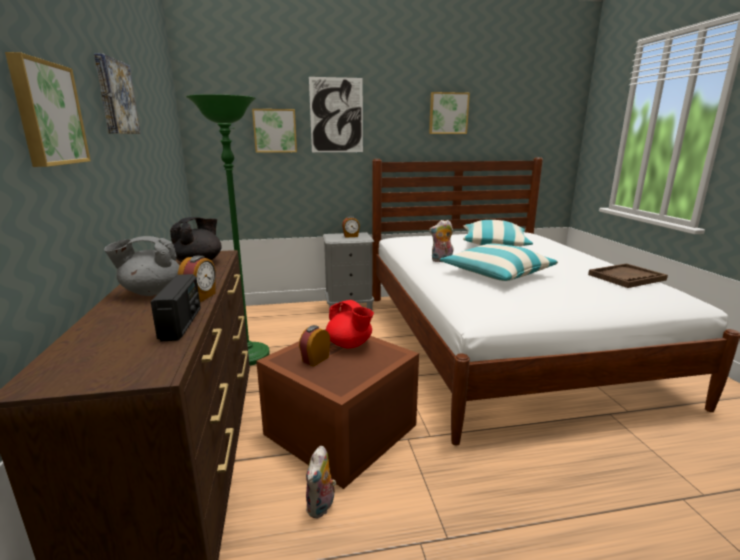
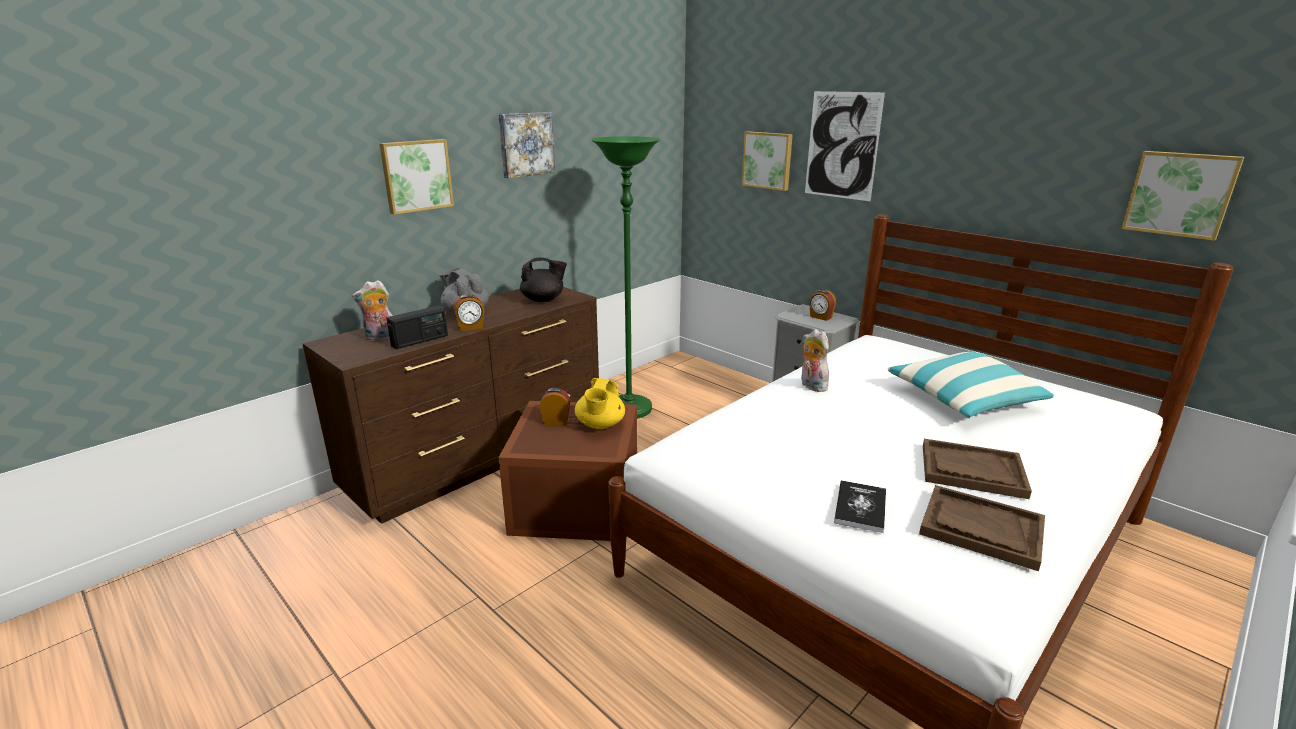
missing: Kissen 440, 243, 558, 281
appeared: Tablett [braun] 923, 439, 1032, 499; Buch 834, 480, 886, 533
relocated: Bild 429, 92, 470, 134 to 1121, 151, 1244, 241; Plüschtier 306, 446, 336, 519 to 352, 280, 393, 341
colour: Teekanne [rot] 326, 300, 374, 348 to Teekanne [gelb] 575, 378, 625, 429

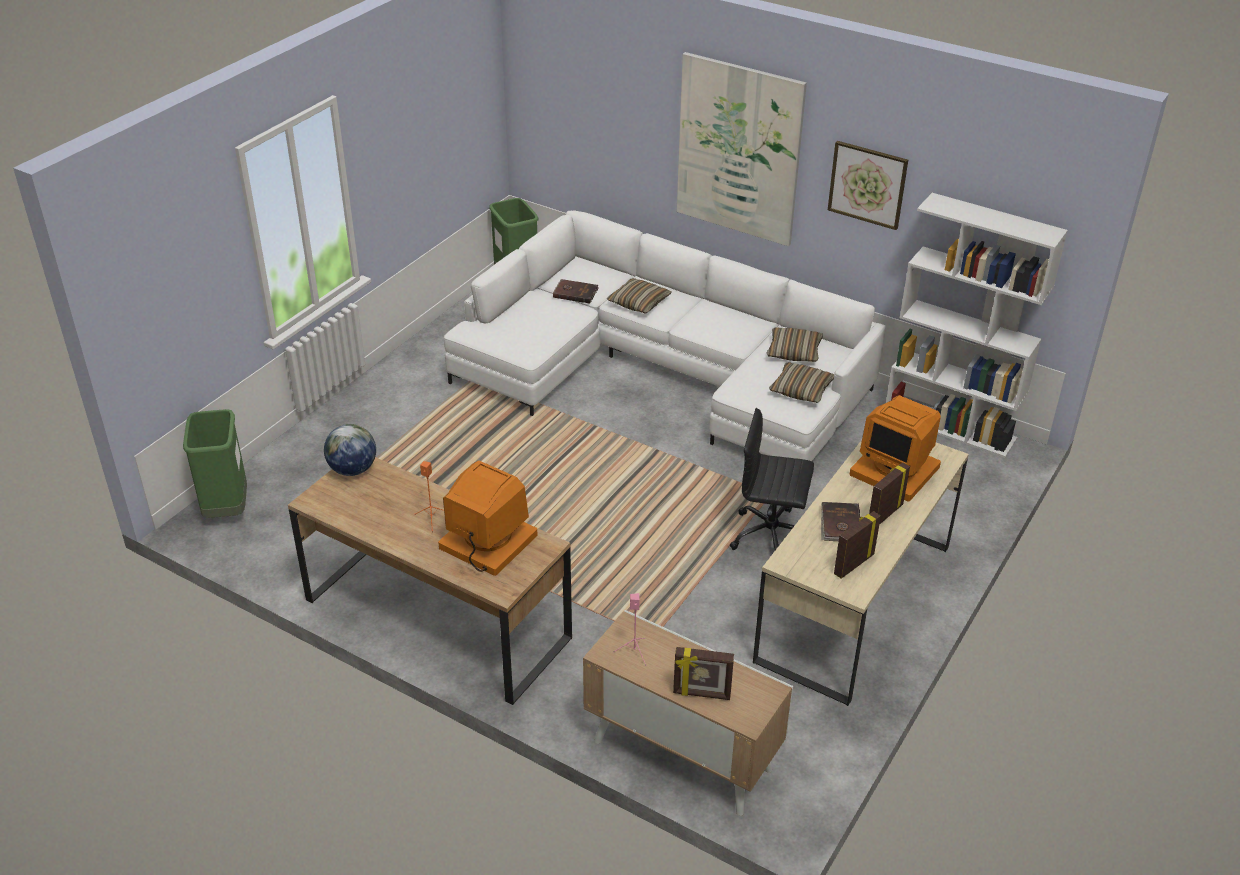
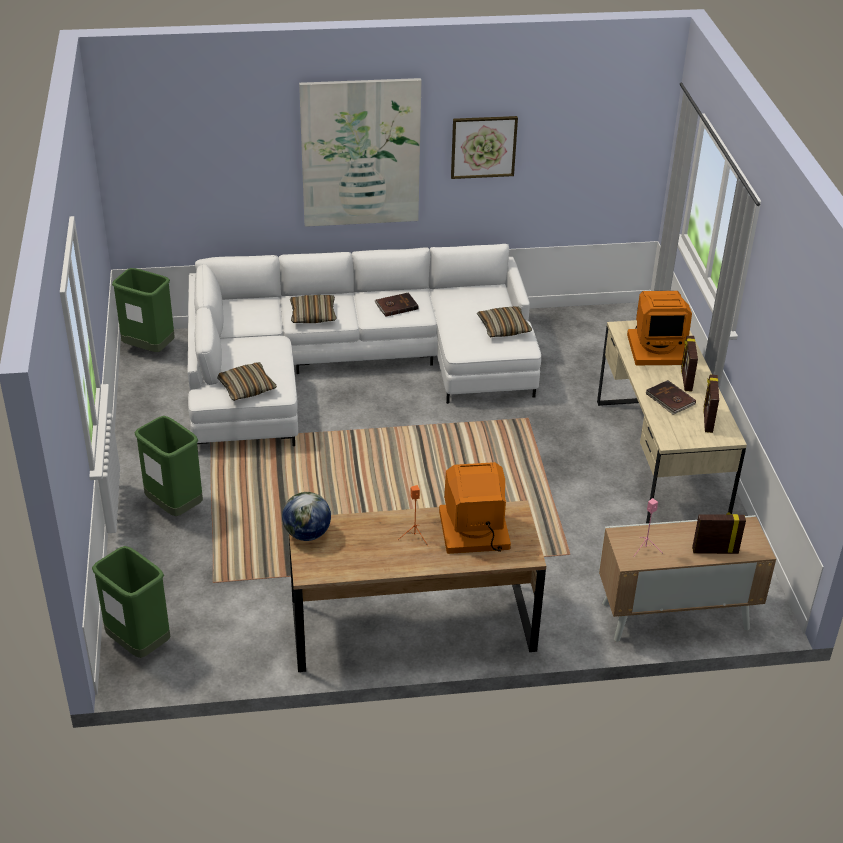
missing: Bücherregal [weiß] 886, 193, 1068, 458; Bürostuhl [schwarz] 730, 408, 814, 551
appeared: Mülleimer [grün] 134, 416, 203, 516
relocated: Buch [braun] 553, 279, 598, 303 to 375, 292, 419, 317; Kissen 767, 327, 823, 362 to 217, 362, 277, 401
spun: Bilderrahmen 673, 647, 734, 700 = 692, 512, 746, 554 150 degrees counterclockwise

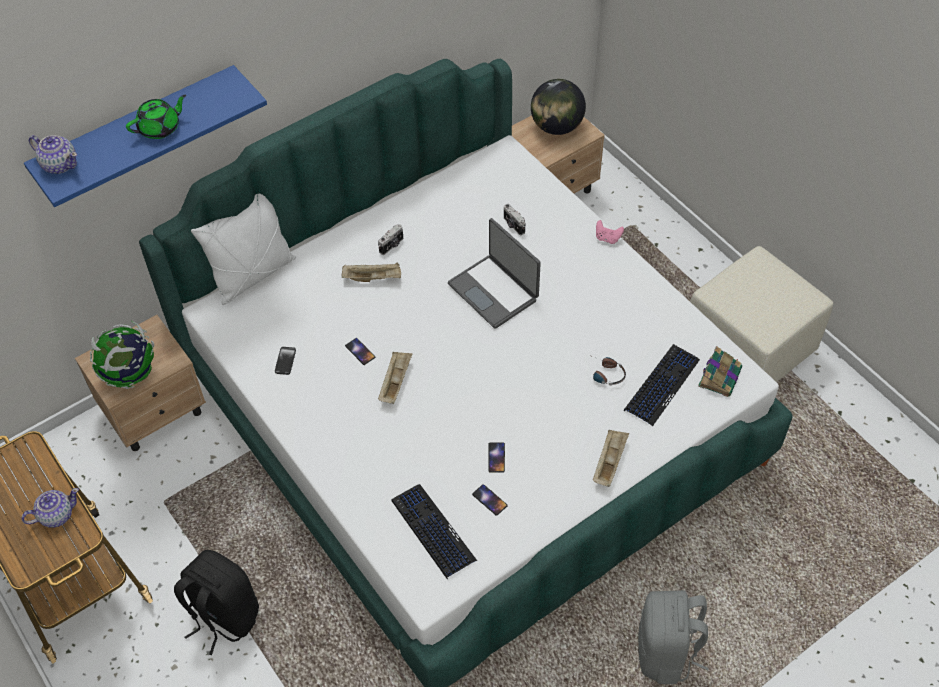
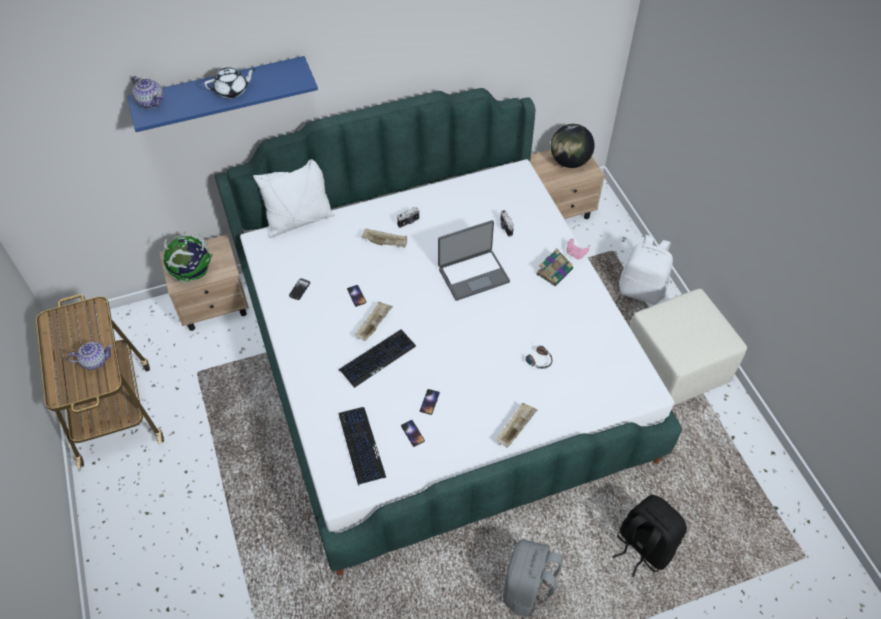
appeared: Rucksack [weiß] 619, 235, 673, 304
relocated: Tastatur 624, 344, 700, 427 to 339, 329, 416, 388; Buch 698, 346, 742, 397 to 536, 249, 573, 286; Rucksack [schwarz] 174, 550, 259, 655 to 612, 495, 687, 577
colour: Teekanne [grün] 126, 95, 186, 139 to Teekanne [weiß] 204, 67, 255, 98
spun: Laptop 448, 218, 541, 329 = 438, 220, 510, 301 90 degrees counterclockwise

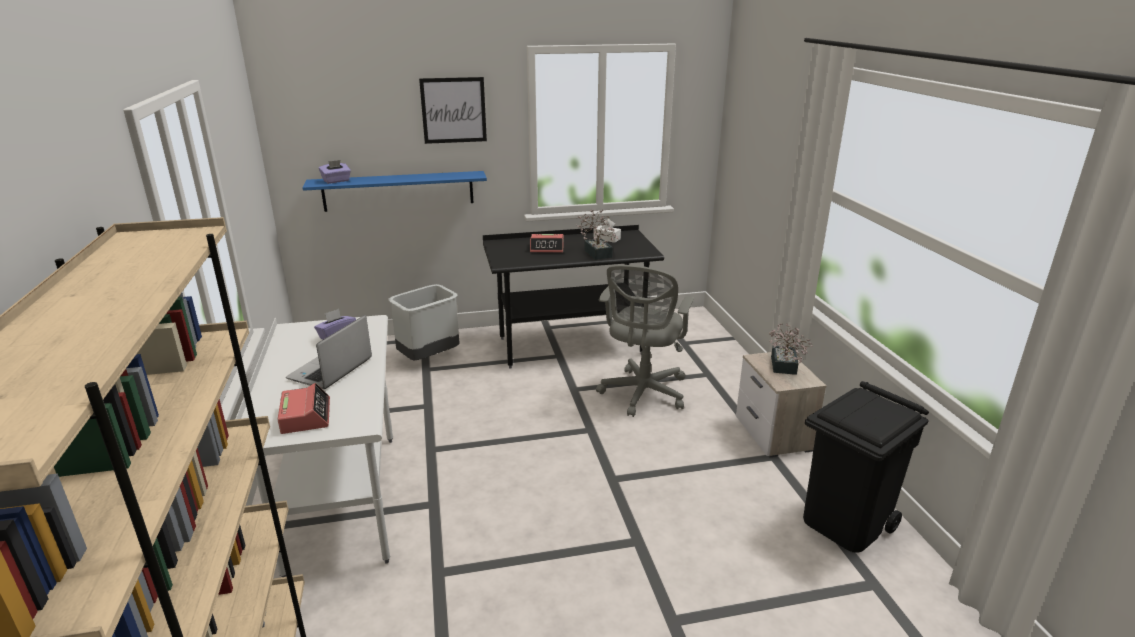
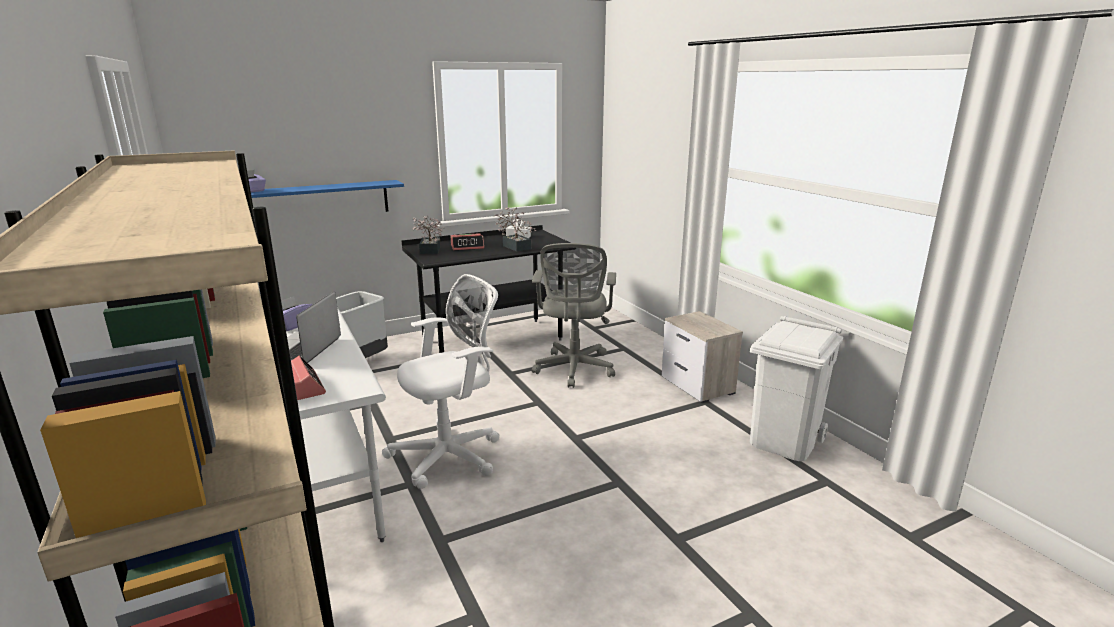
missing: Bild 419, 77, 487, 144
appeared: Bürostuhl [weiß] 382, 274, 499, 489
relocated: Topfpflanze 769, 323, 813, 375 to 412, 216, 445, 254
colour: Mülleimer [schwarz] 803, 381, 929, 553 to Mülleimer [weiß] 750, 316, 843, 461

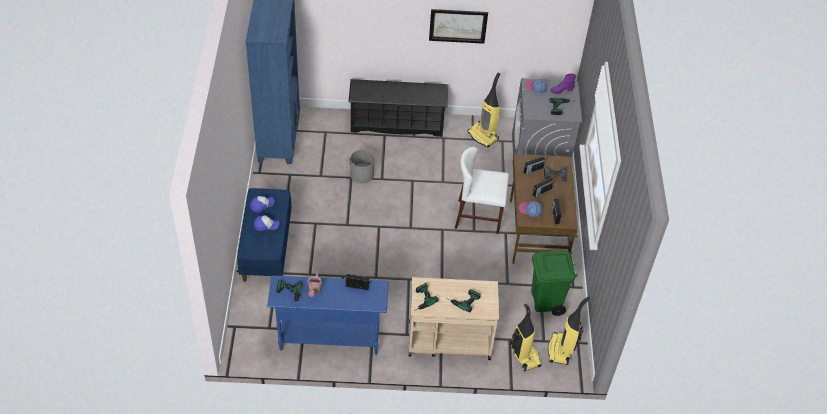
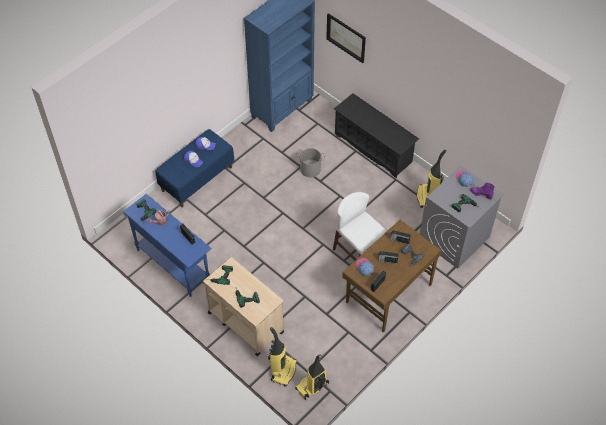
missing: Mülleimer [grün] 531, 250, 578, 316
relocated: Bild 429, 9, 488, 44 to 326, 13, 366, 63

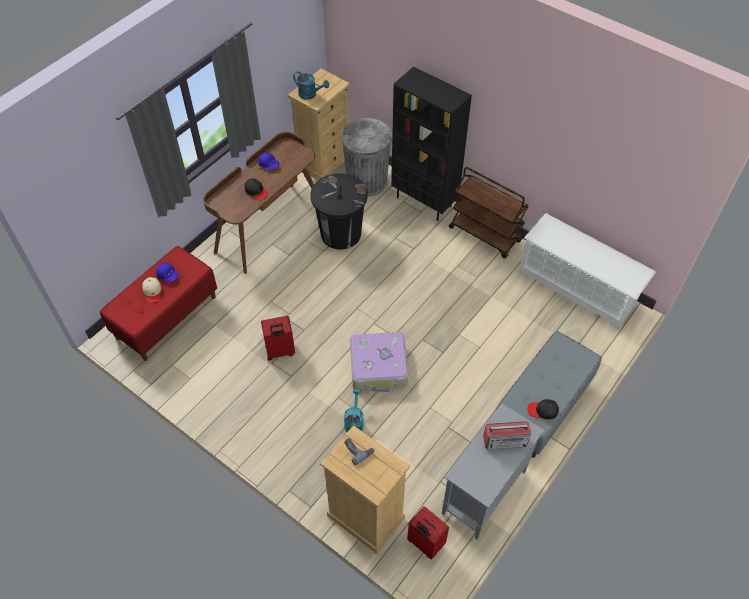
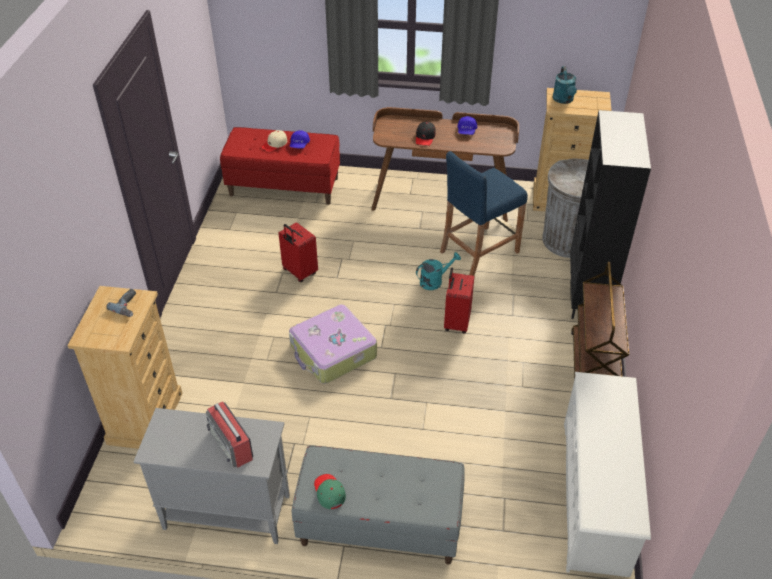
relocated: Gießkanne [türkis] 344, 389, 364, 432 to 416, 252, 461, 290; Koffer [rot] 407, 506, 449, 559 to 444, 268, 474, 334
exchanged: Mülleimer [schwarz] 310, 173, 368, 249 to Hocker [blau] 440, 151, 528, 276
colour: Kappe [schwarz] 528, 399, 559, 420 to Kappe [grün] 314, 474, 346, 509

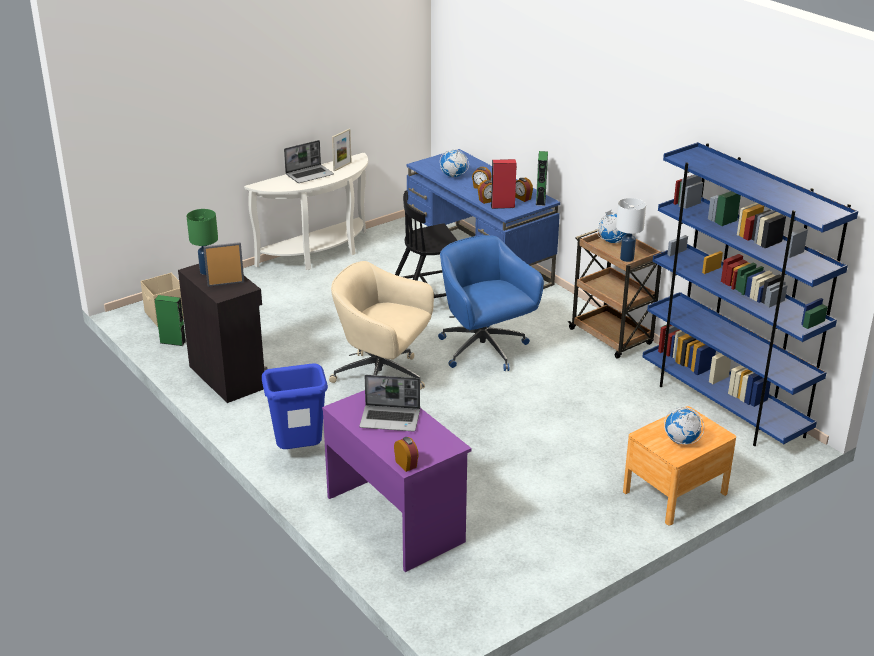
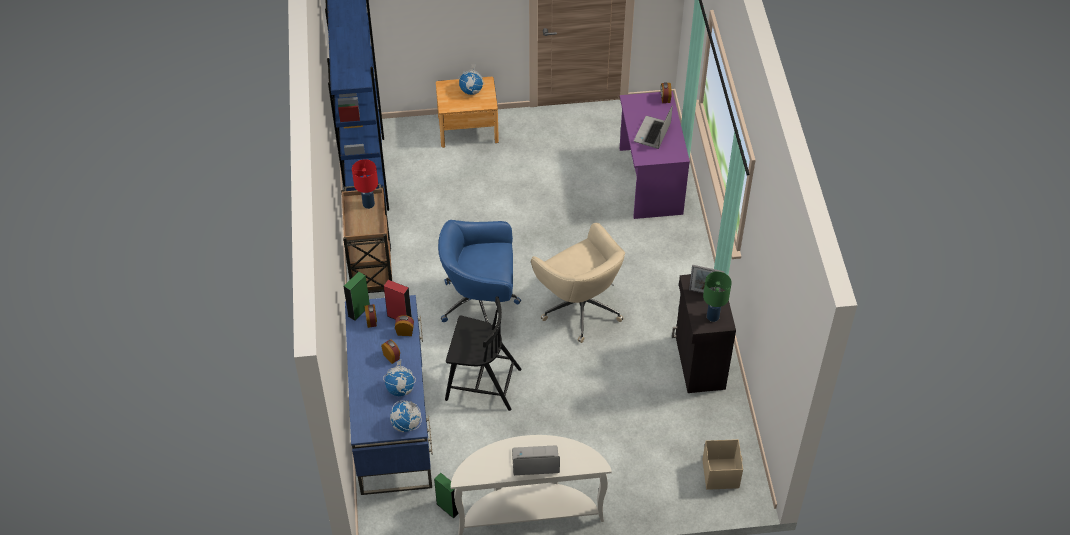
missing: Bilderrahmen 332, 129, 352, 171; Mülleimer [blau] 262, 363, 328, 449
relocated: Globus 597, 210, 627, 243 to 390, 401, 422, 432; Lautsprecher [grün] 155, 295, 186, 346 to 434, 473, 459, 519
colour: Tischlampe [weiß] 616, 198, 646, 262 to Tischlampe [rot] 352, 159, 378, 209
spun: Bürostuhl [blau] 438, 235, 544, 371 = 438, 220, 521, 323 90 degrees clockwise; Laptop 359, 375, 420, 431 = 634, 105, 673, 149 105 degrees counterclockwise

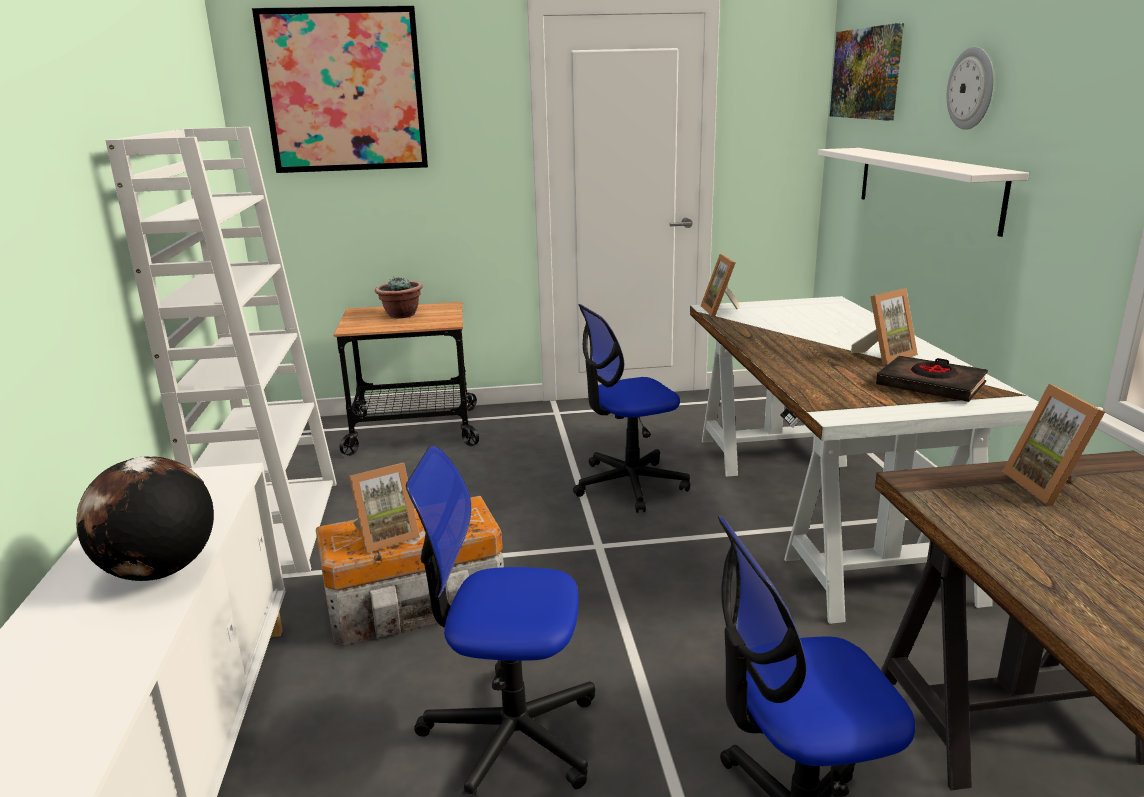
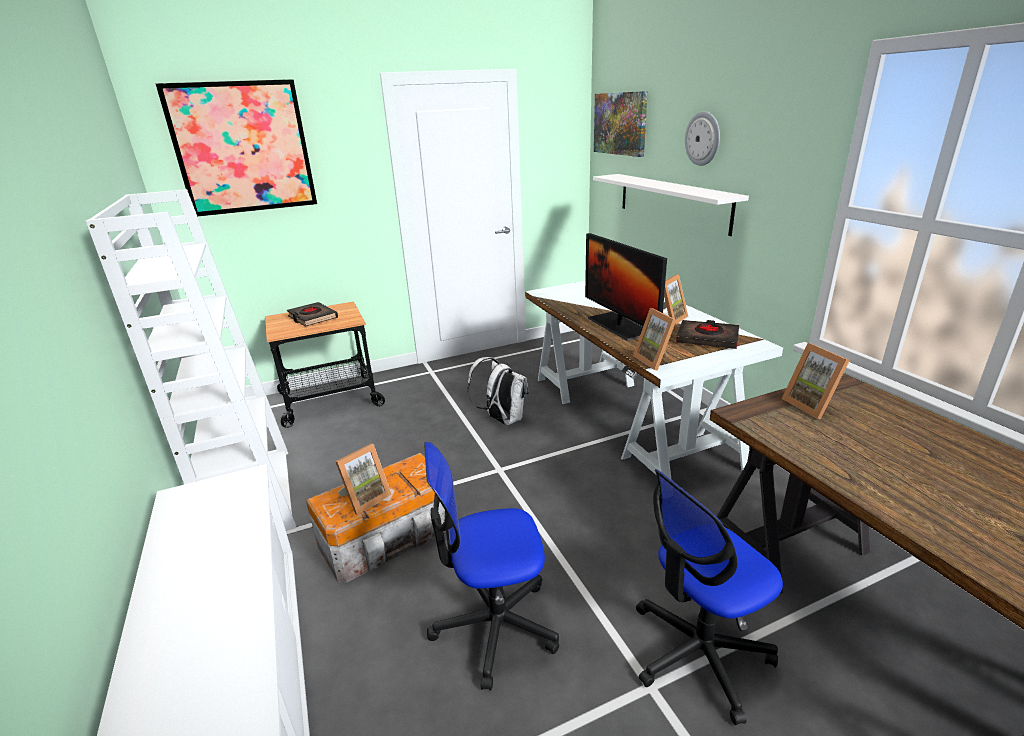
missing: Globus 76, 456, 214, 581
appeared: Monitor 585, 233, 667, 341
relocated: Bilderrahmen 701, 254, 740, 317 to 633, 308, 676, 370
exchanged: Topfpflanze 375, 277, 423, 318 to Buch [schwarz] 287, 302, 338, 327; Bürostuhl 573, 304, 690, 513 to Rucksack [weiß] 467, 357, 529, 425

